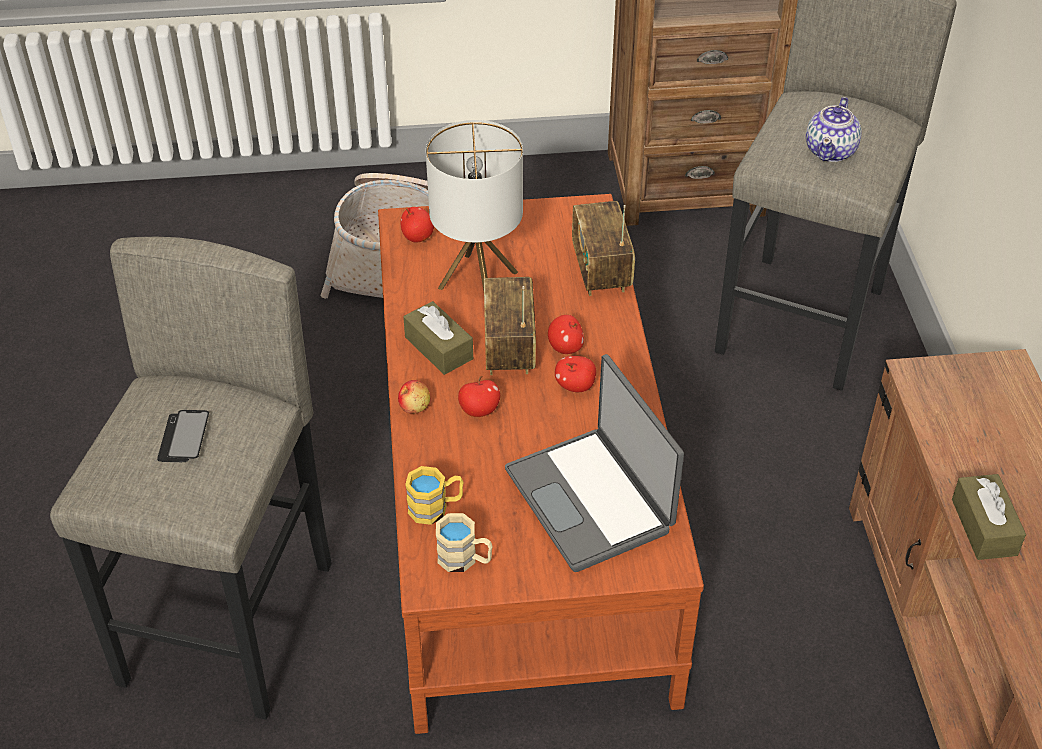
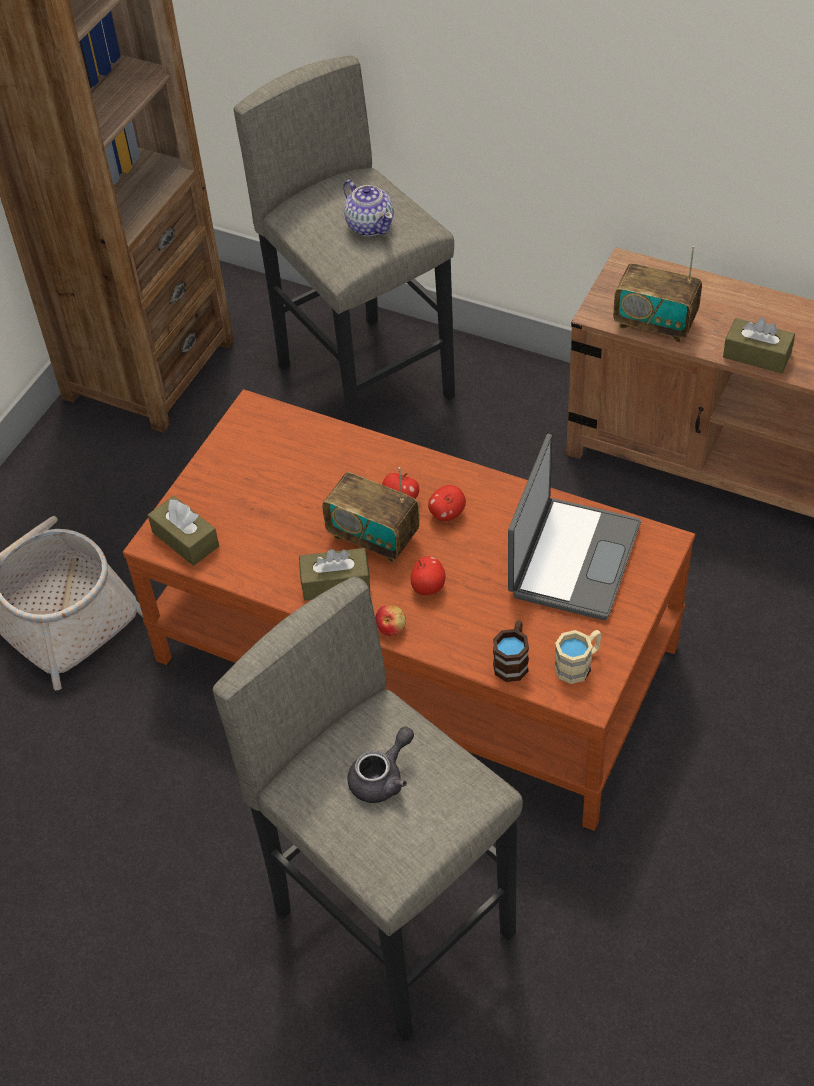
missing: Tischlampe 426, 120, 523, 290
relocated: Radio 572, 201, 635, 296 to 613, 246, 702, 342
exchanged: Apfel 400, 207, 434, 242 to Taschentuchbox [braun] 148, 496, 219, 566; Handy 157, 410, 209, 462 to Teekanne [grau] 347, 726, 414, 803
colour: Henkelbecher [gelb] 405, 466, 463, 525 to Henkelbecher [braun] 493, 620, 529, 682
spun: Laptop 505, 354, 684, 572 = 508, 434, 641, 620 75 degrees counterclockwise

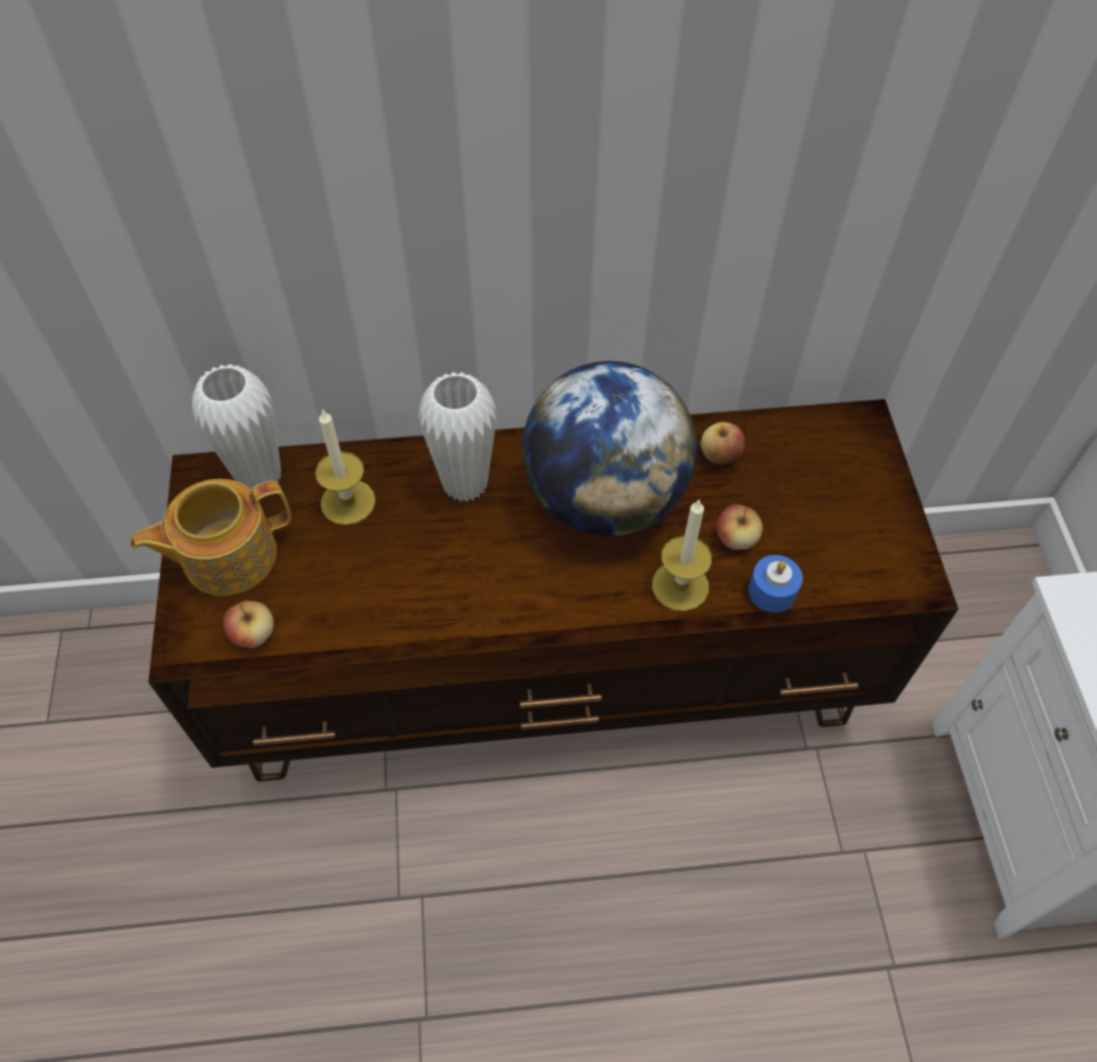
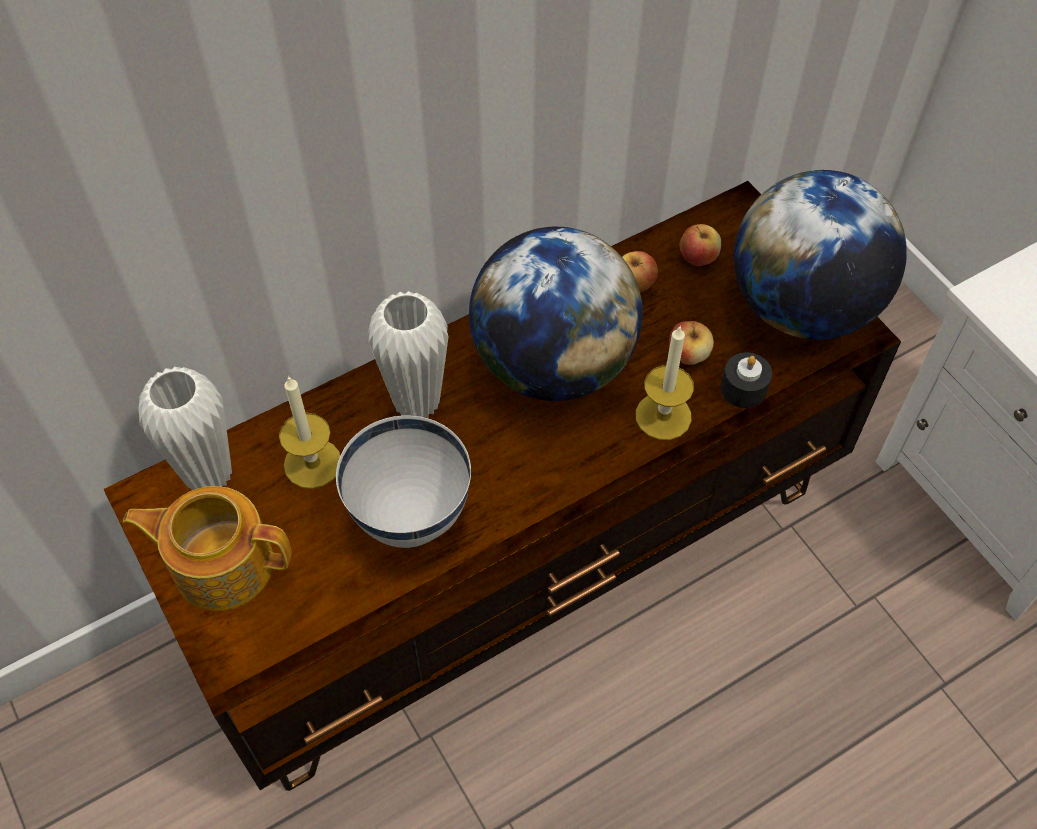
appeared: Globus 734, 170, 907, 340; Schüssel [weiß] 336, 415, 471, 548
relocated: Apfel 223, 601, 274, 648 to 679, 224, 721, 266
colour: Kerze [blau] 748, 555, 803, 613 to Kerze [schwarz] 721, 352, 772, 408
spun: Teekanne 130, 479, 291, 596 = 123, 486, 292, 611 60 degrees clockwise

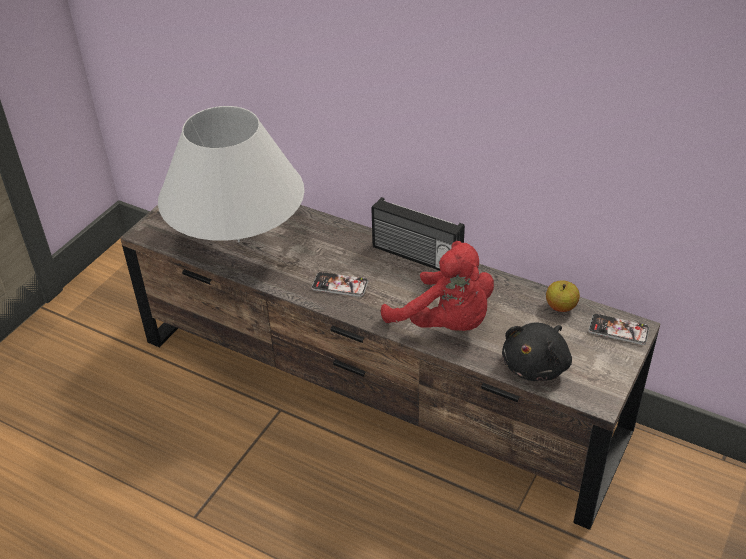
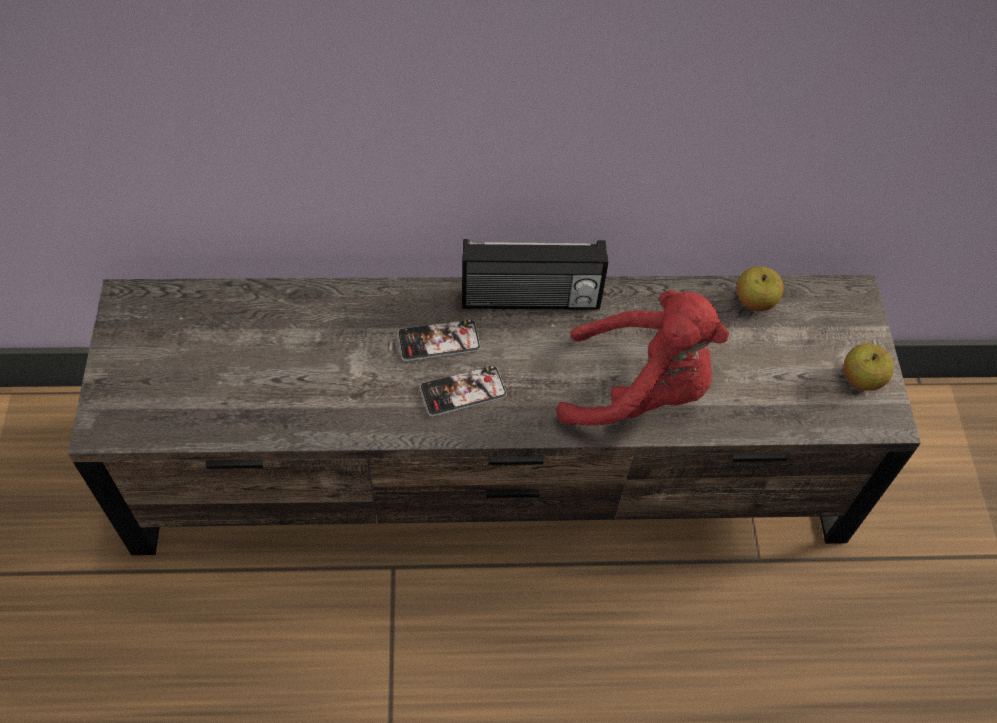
missing: Tischlampe [weiß] 158, 106, 305, 242; Plüschtier [schwarz] 502, 322, 572, 381
appeared: Apfel 844, 344, 894, 391
relocated: Handy 588, 314, 649, 345 to 398, 319, 481, 362

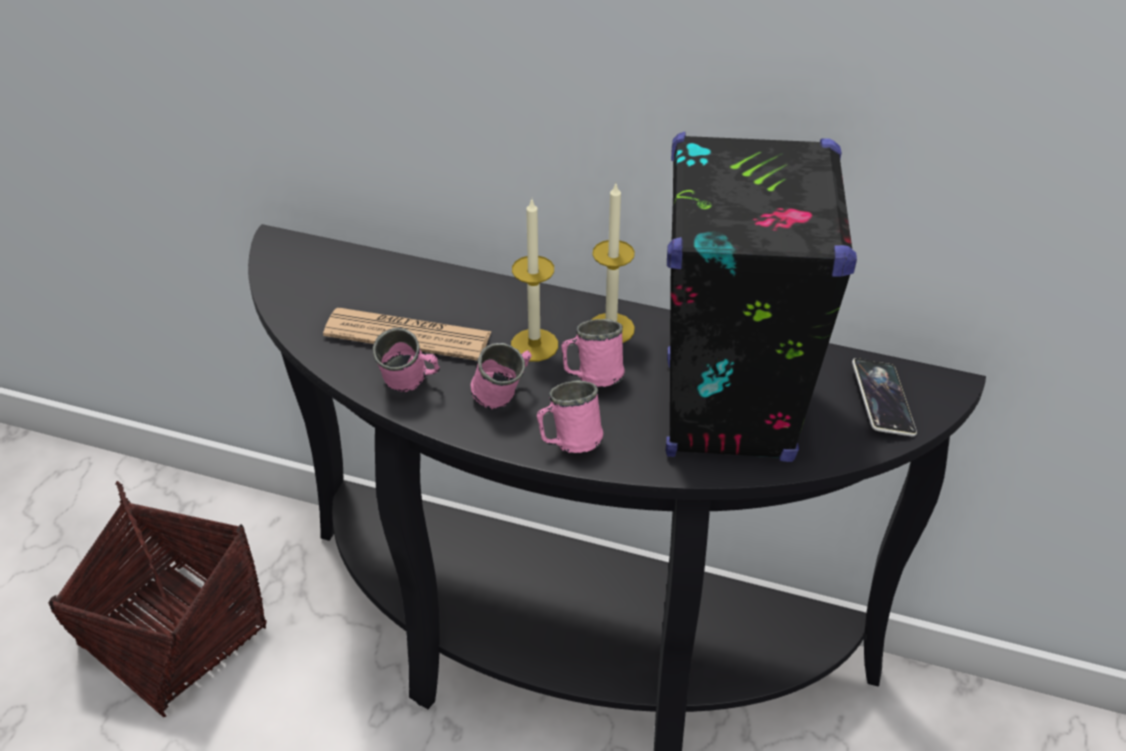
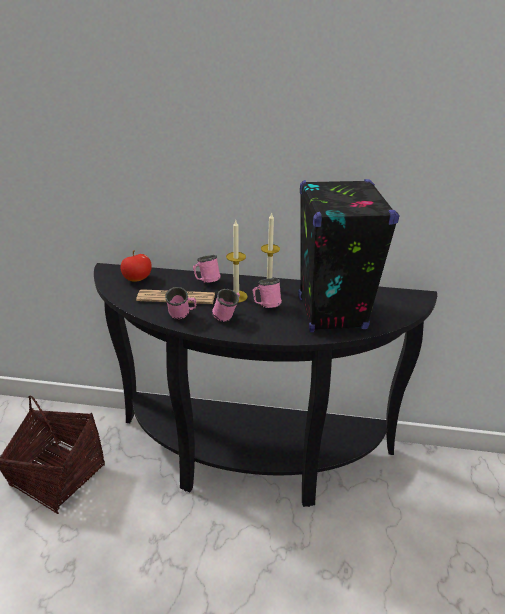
missing: Handy 852, 358, 917, 436
appeared: Apfel 121, 250, 152, 282
relocated: Henkelbecher [rosa] 537, 380, 603, 453 to 193, 255, 221, 283

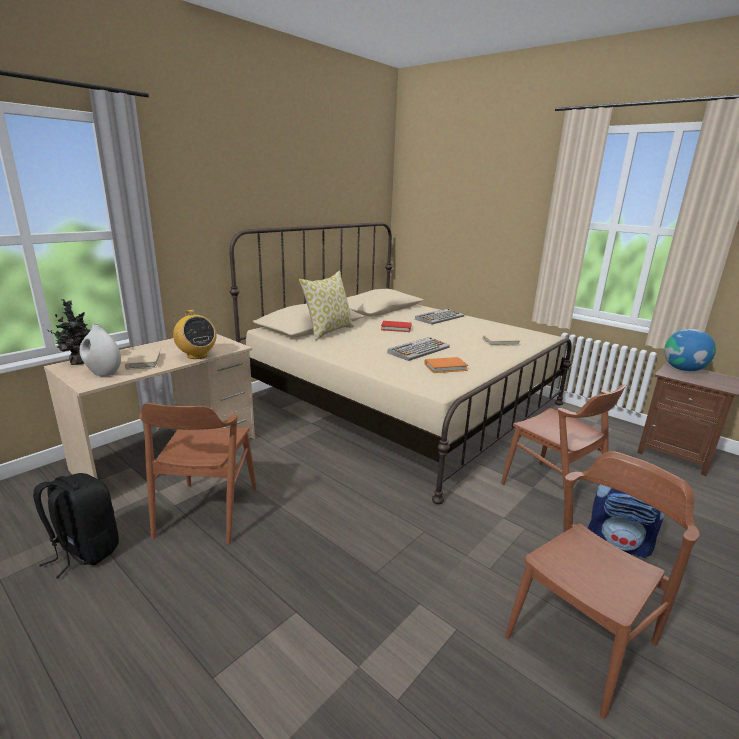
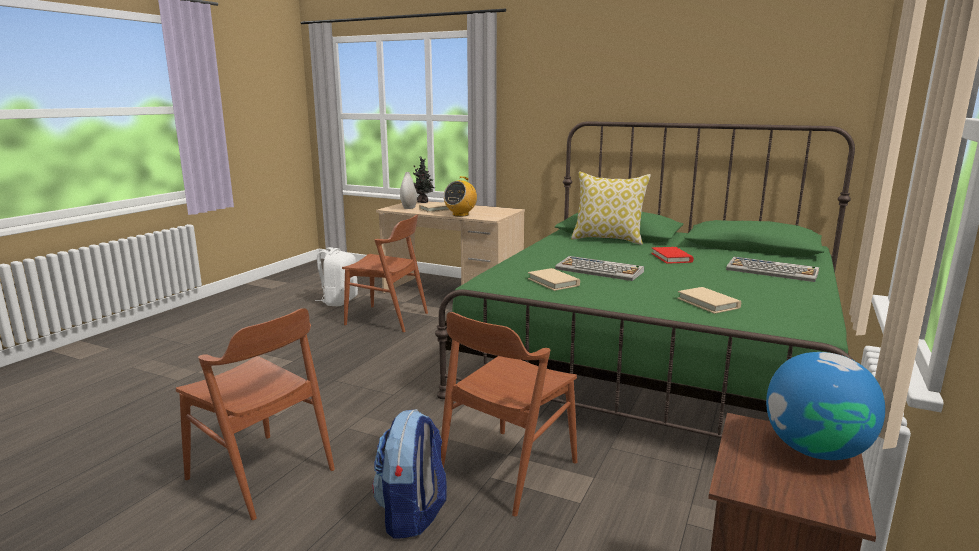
colour: Bett [beige] 229, 222, 572, 504 to Bett [grün] 435, 121, 855, 438; Buch [orange] 424, 357, 468, 373 to Buch [beige] 528, 268, 580, 291; Rucksack [schwarz] 33, 473, 119, 578 to Rucksack [weiß] 315, 247, 358, 306
spun: Stuhl [braun] 139, 403, 257, 544 = 342, 214, 428, 332 150 degrees counterclockwise

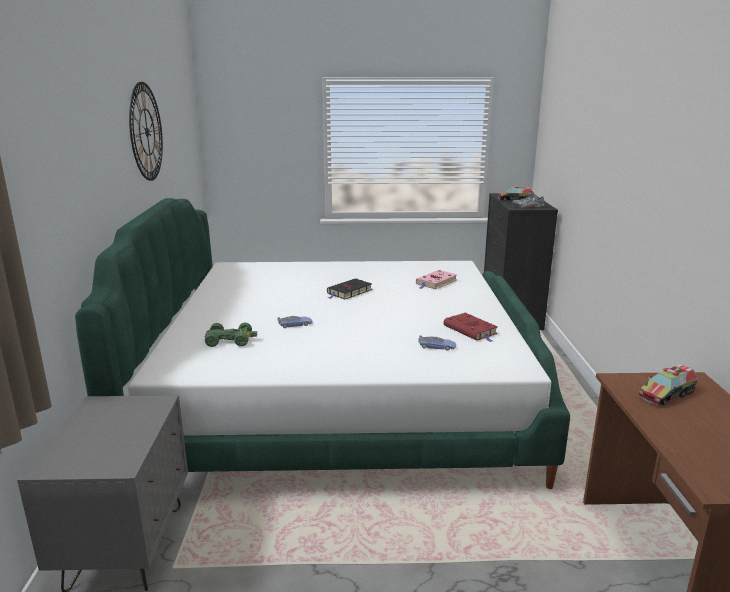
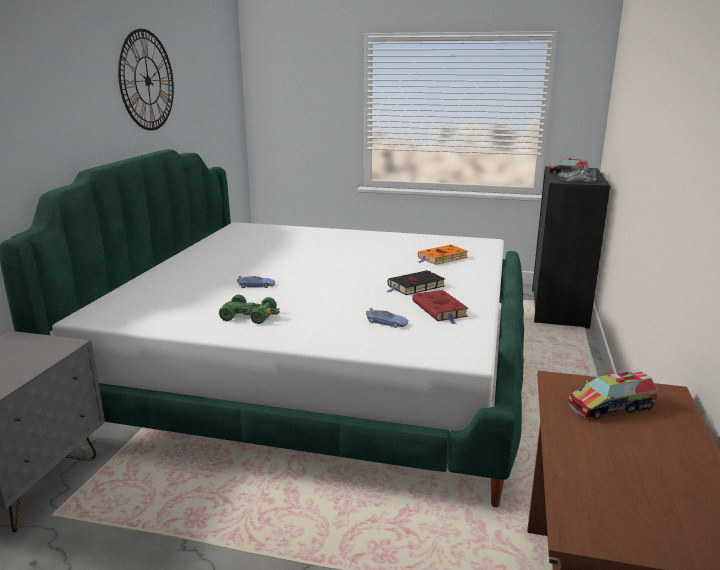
relocated: Buch [schwarz] 327, 279, 372, 299 to 387, 270, 445, 295; Spielzeugauto [grün] 205, 323, 257, 347 to 219, 295, 280, 324
colour: Buch [rosa] 416, 270, 457, 290 to Buch [orange] 418, 245, 468, 265

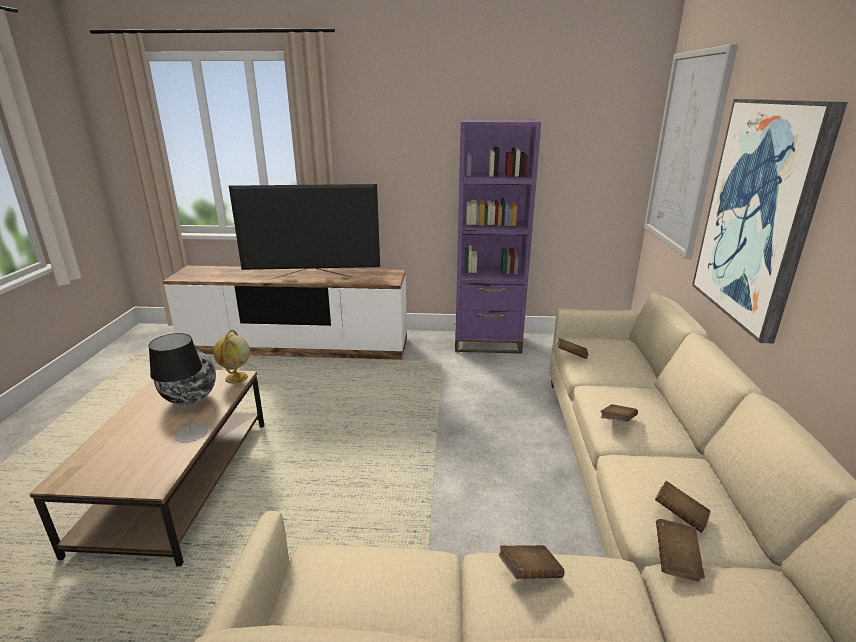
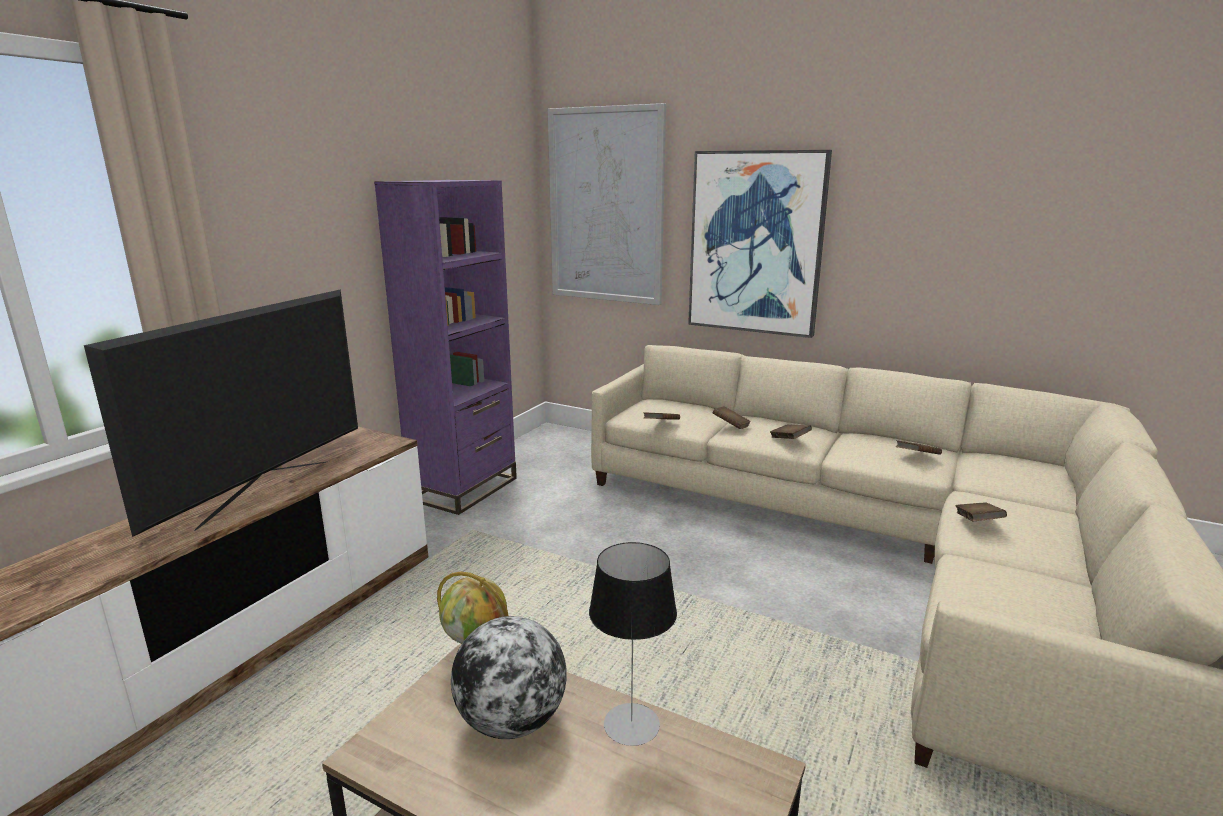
relocated: Buch [braun] 656, 519, 705, 581 to 713, 407, 751, 429

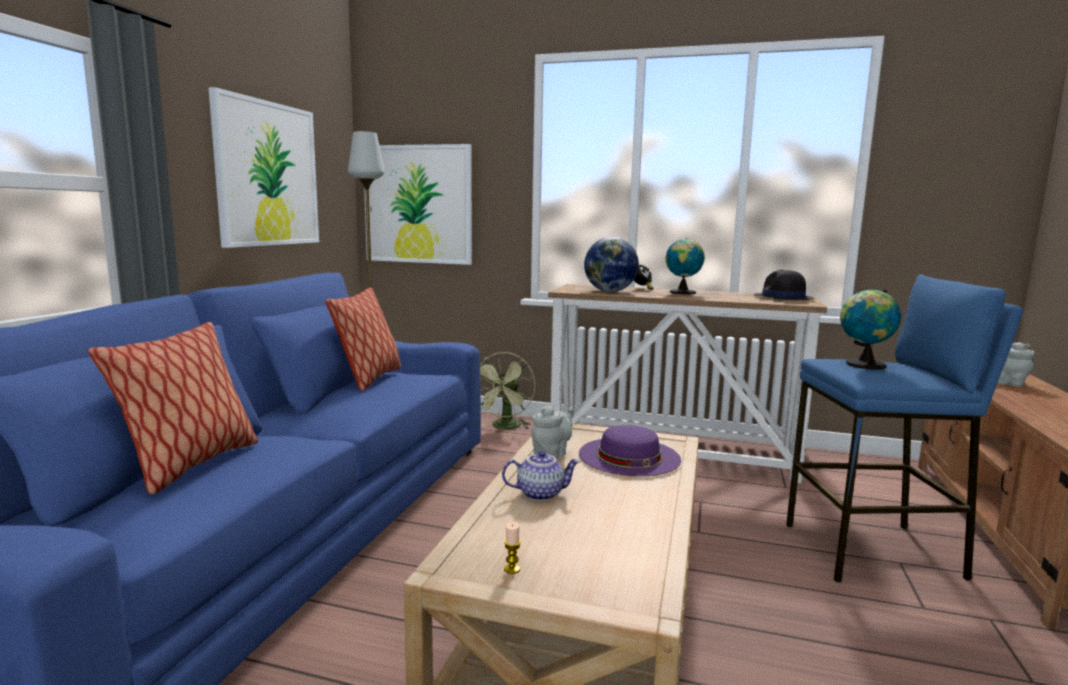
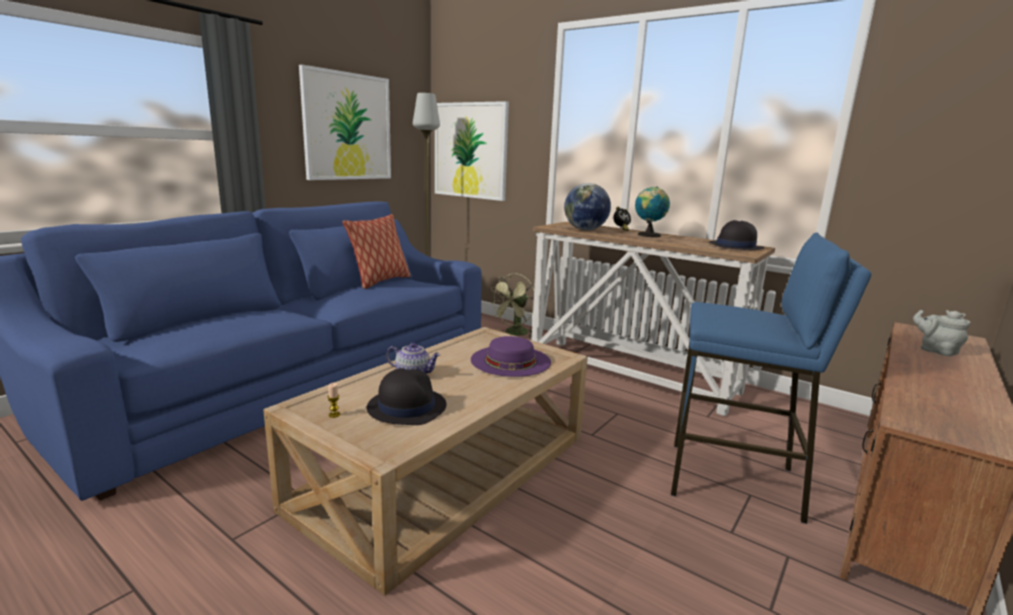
missing: Globus 840, 289, 901, 370; Kissen 88, 322, 258, 495; Teekanne [grau] 531, 405, 573, 459
appeared: Hut [schwarz] 367, 368, 446, 425

